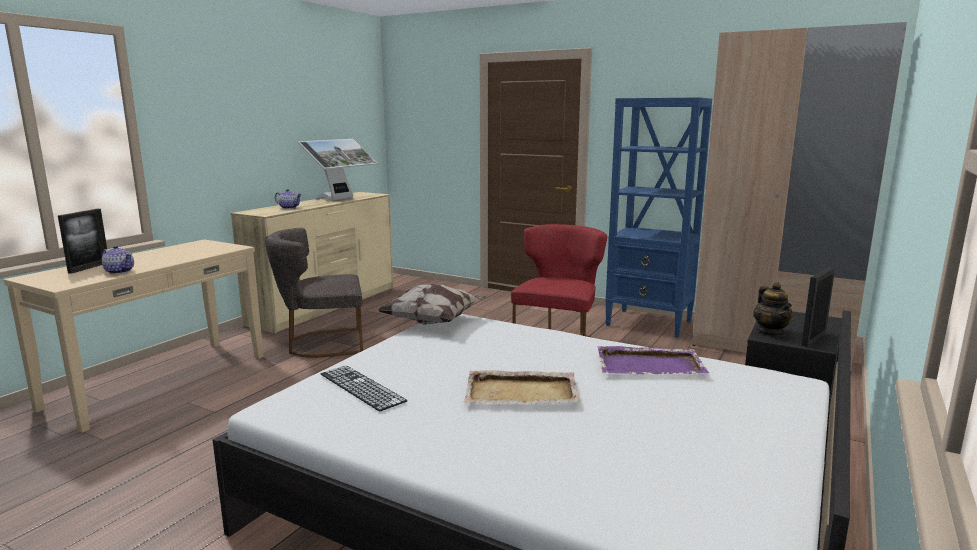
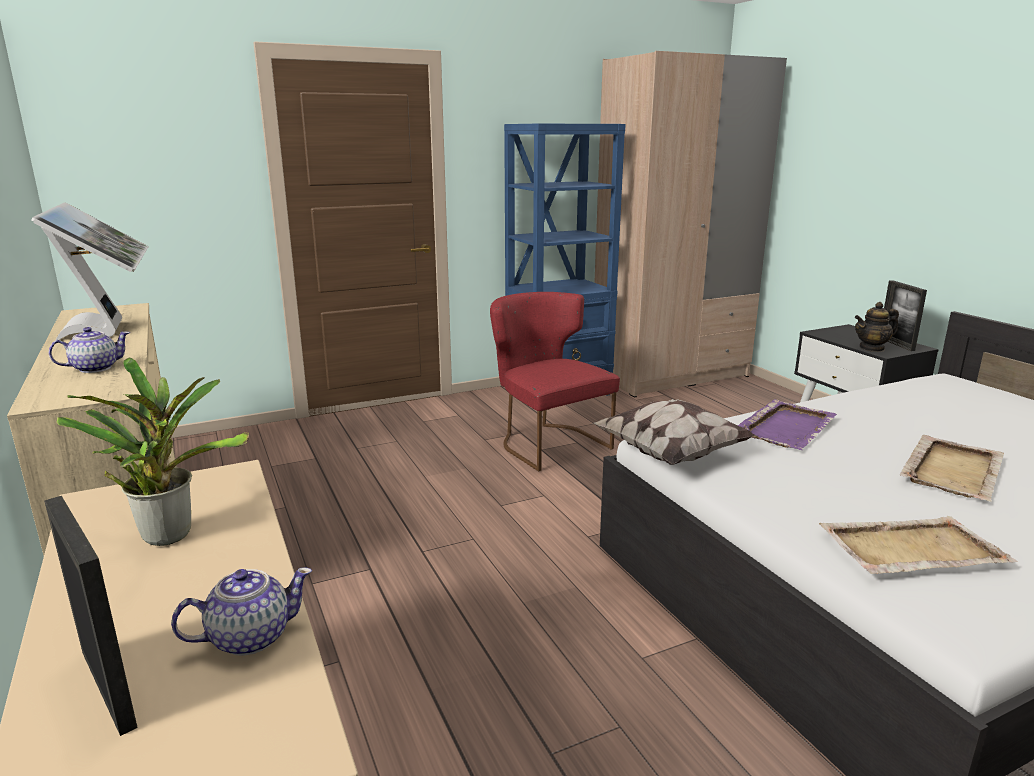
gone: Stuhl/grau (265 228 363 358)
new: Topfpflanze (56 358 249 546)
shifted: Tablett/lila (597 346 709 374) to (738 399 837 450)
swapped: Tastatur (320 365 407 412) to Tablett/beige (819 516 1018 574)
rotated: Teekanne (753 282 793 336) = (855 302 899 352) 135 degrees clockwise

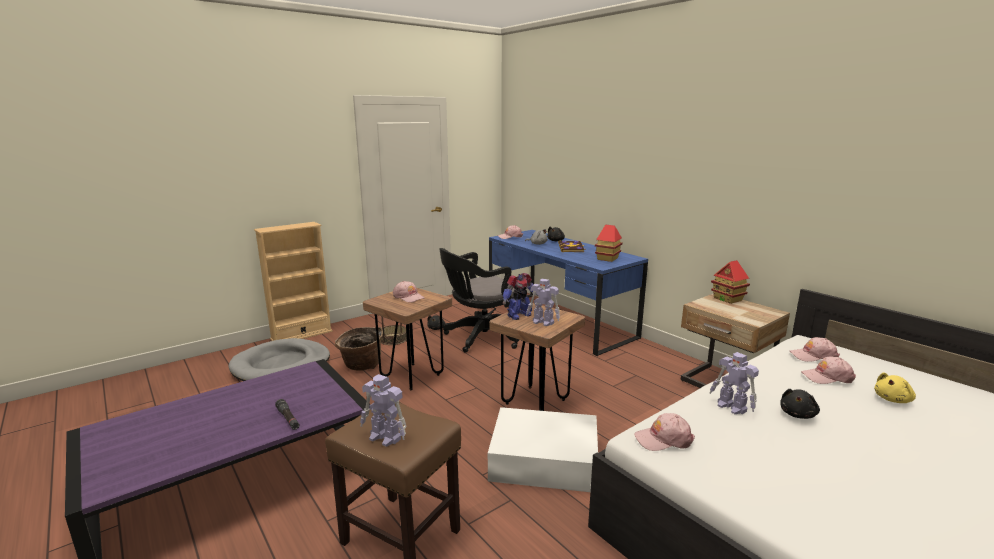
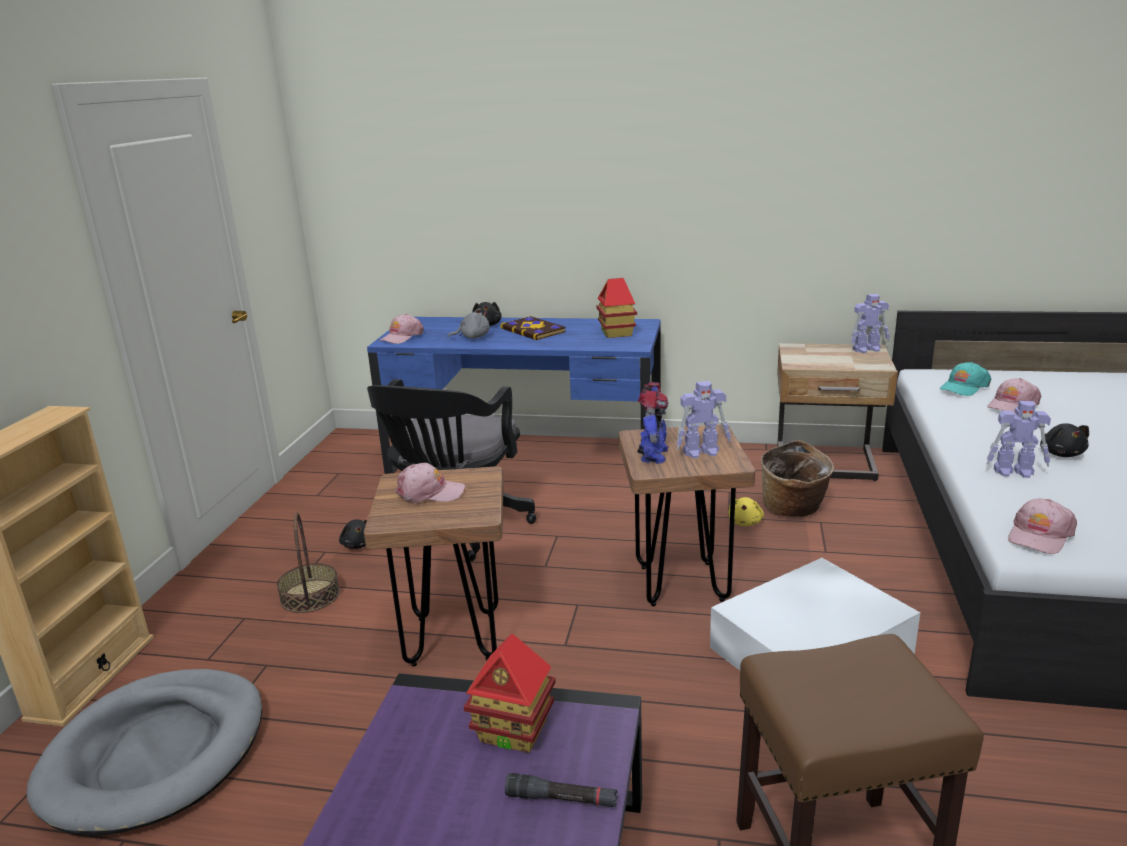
shifted: Spielzeughaus (711 260 750 304) to (464 634 556 753); Plüschtier/gelb (874 372 916 403) to (728 497 764 526); Korb (335 327 383 370) to (761 440 834 517); Spielzeugroboter (360 374 407 447) to (850 294 890 353)
repainted: Kappe/rosa (790 337 840 362) to Kappe/türkis (940 362 991 396)

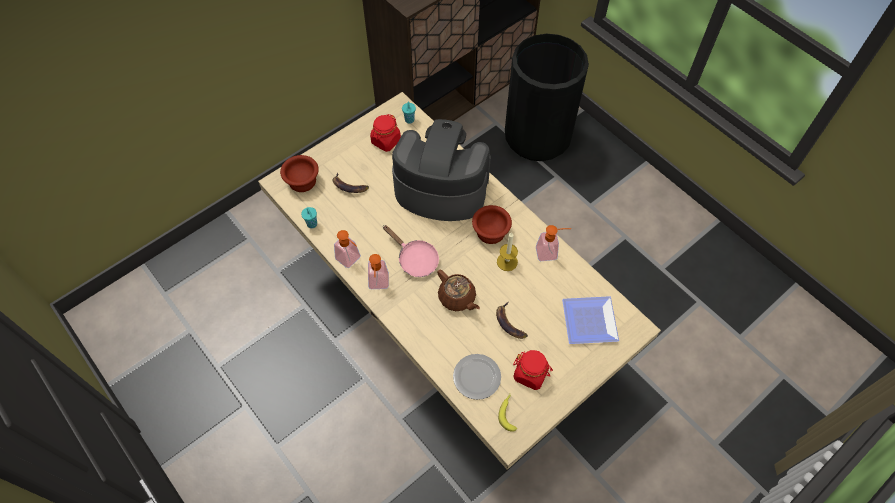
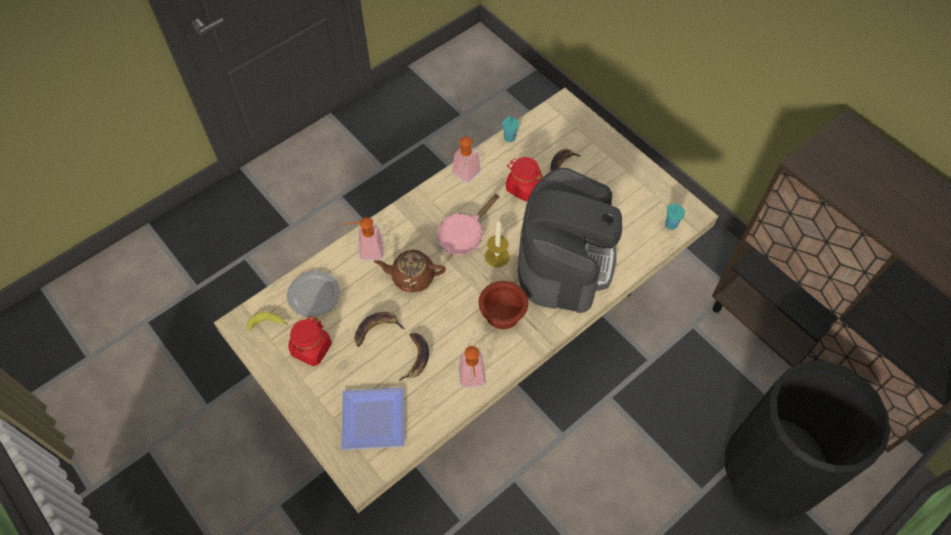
gone: Schüssel/braun (280 155 319 192)
new: Banane (399 333 429 380)
shifted: Seifenspender (368 254 389 289) to (343 217 384 260); Kerze (497 232 518 271) to (485 220 510 267); Vorratsglas/rot (370 114 401 152) to (506 157 543 202)
rotated: Teekanne/braun (437 270 480 311) = (374 250 446 292) 45 degrees clockwise

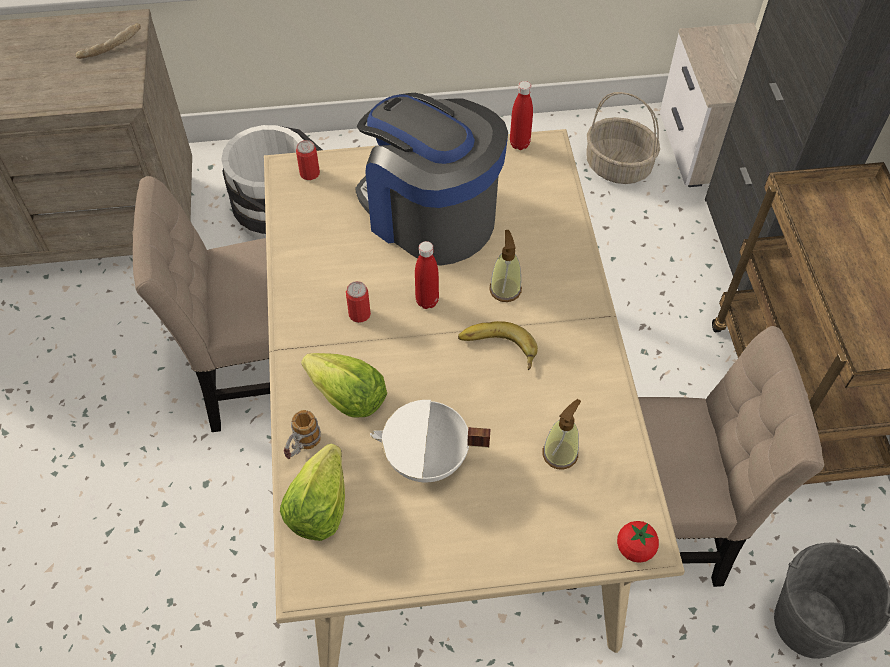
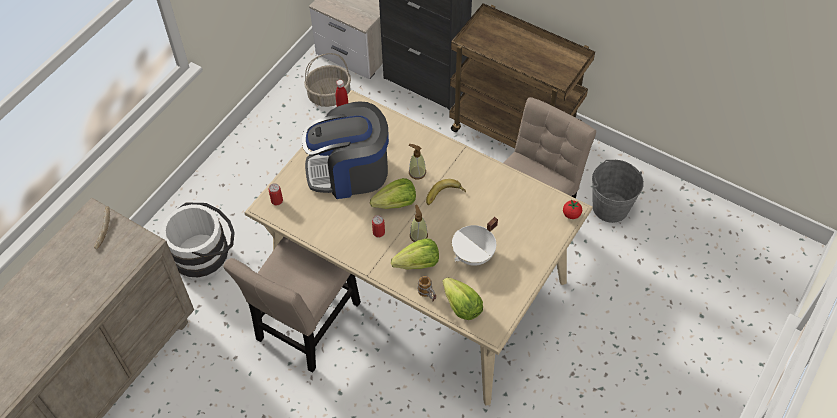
shifted: Seifenspender (543 399 581 470) to (410 205 428 242)
swapped: Flasche/rot (415 241 439 309) to Salatkopf (370 178 416 209)

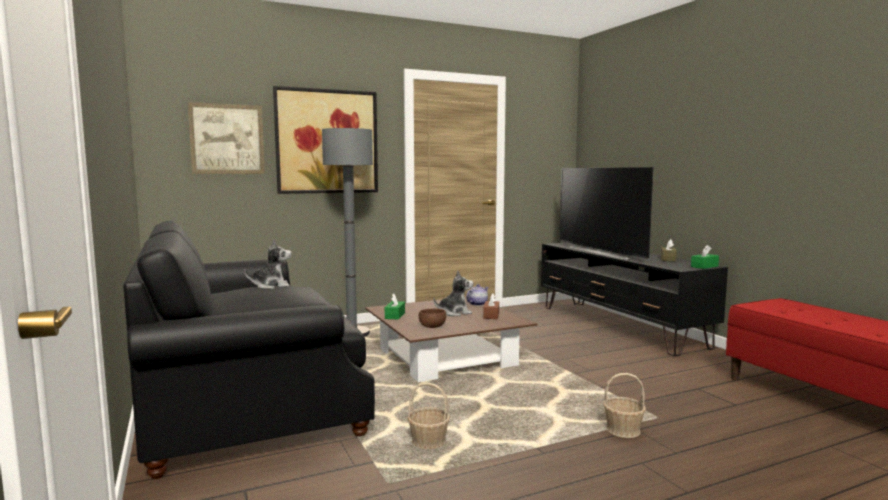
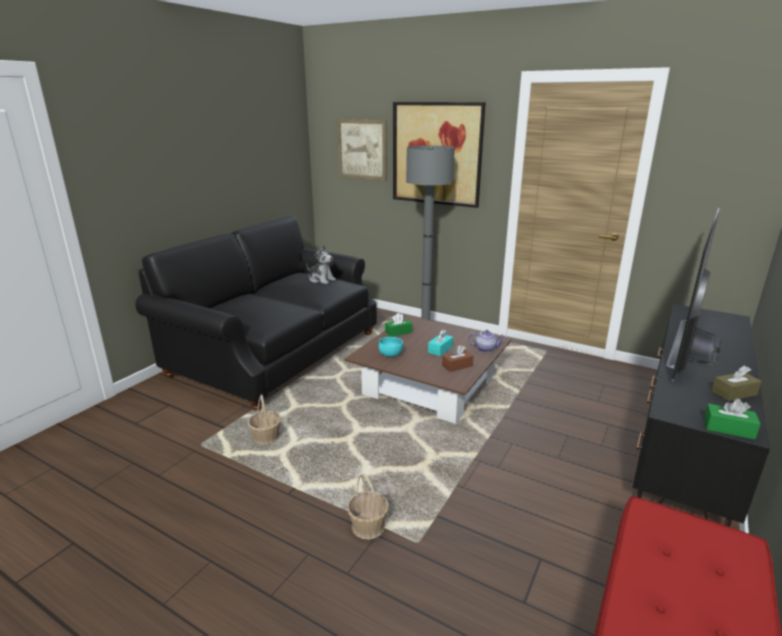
swapped: Plüschtier (434 271 473 316) to Taschentuchbox/türkis (428 330 453 356)
repainted: Schüssel/braun (419 309 446 328) to Schüssel/türkis (379 337 403 357)

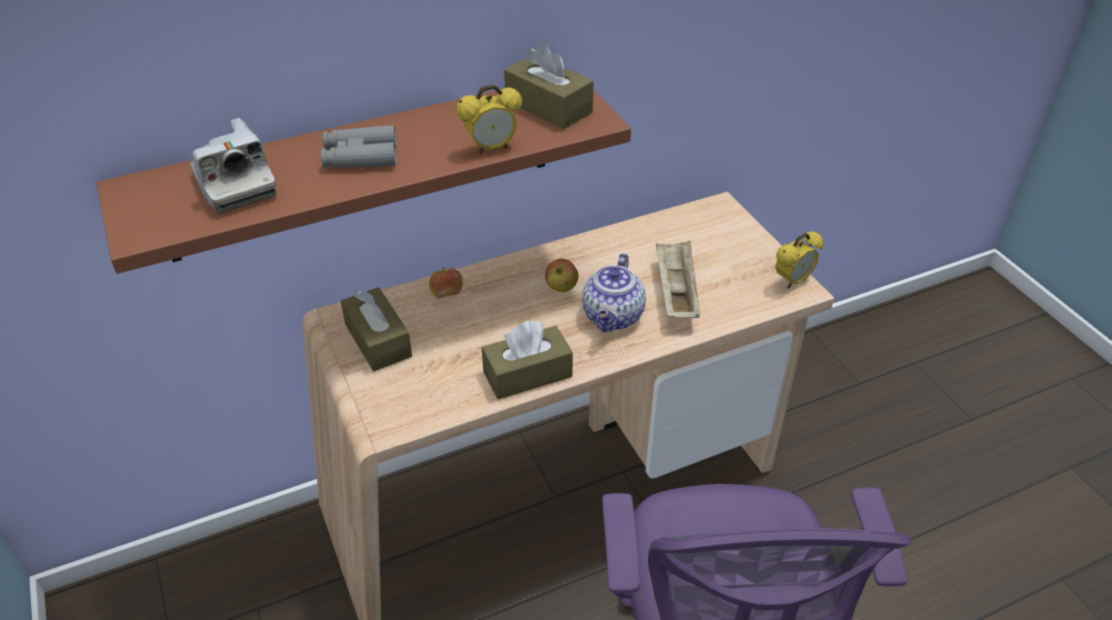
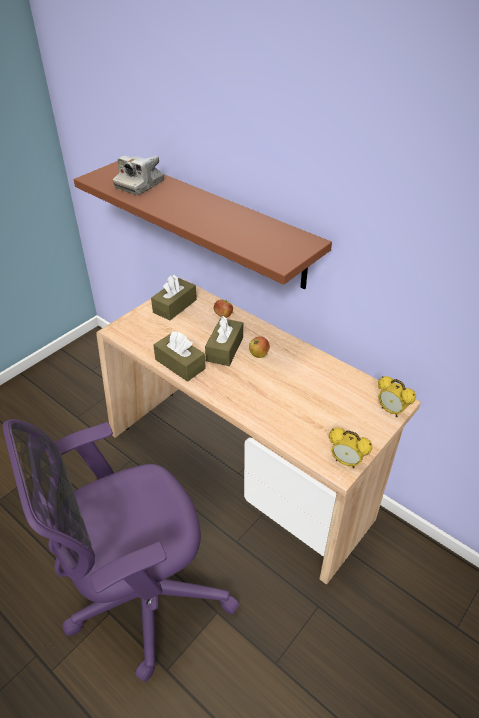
gone: Fernglas/grau (321 125 396 168); Teekanne (582 253 646 333); Tablett/beige (656 241 700 318)
shifted: Taschentuchbox/braun (504 43 594 129) to (205 316 243 366); Wecker (456 84 522 154) to (378 376 416 417)

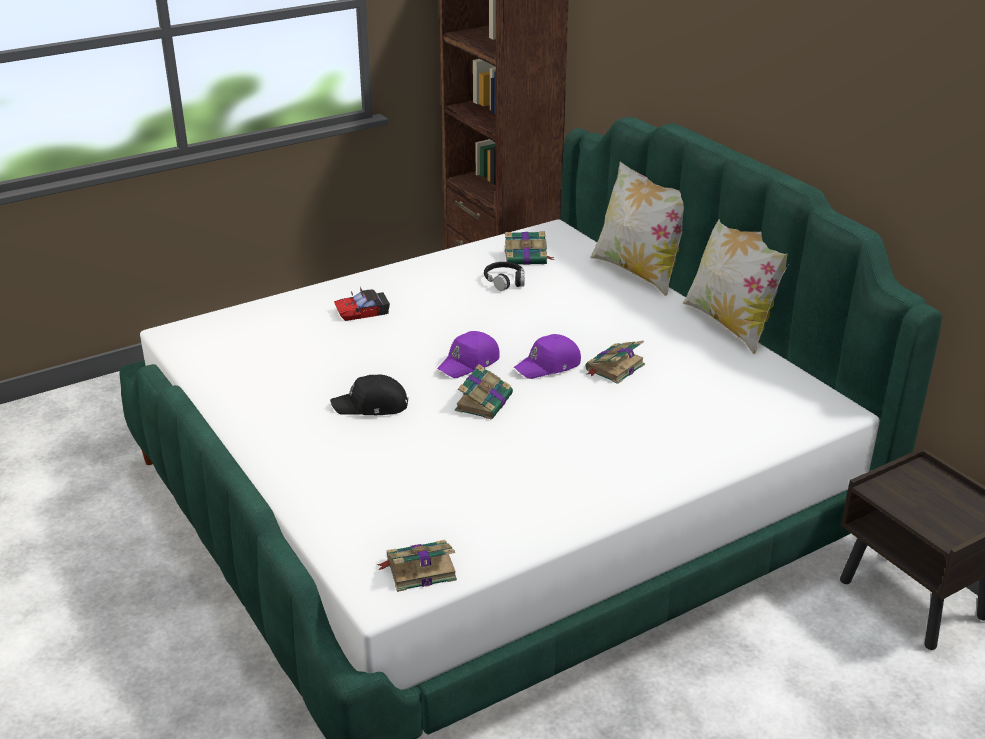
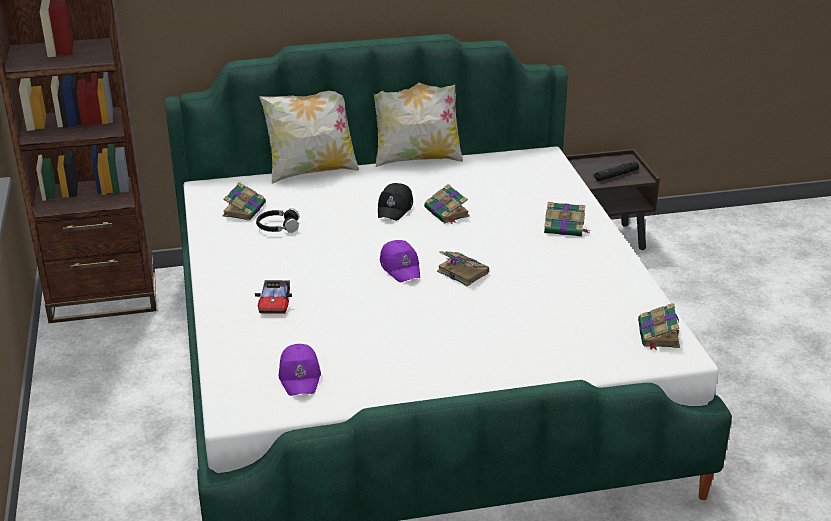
new: Buch (544 202 590 237); Taschenlampe/schwarz (593 161 639 182)
shifted: Kappe/lila (514 334 581 379) to (279 344 321 396); Kappe/schwarz (330 375 408 415) to (378 183 413 221)

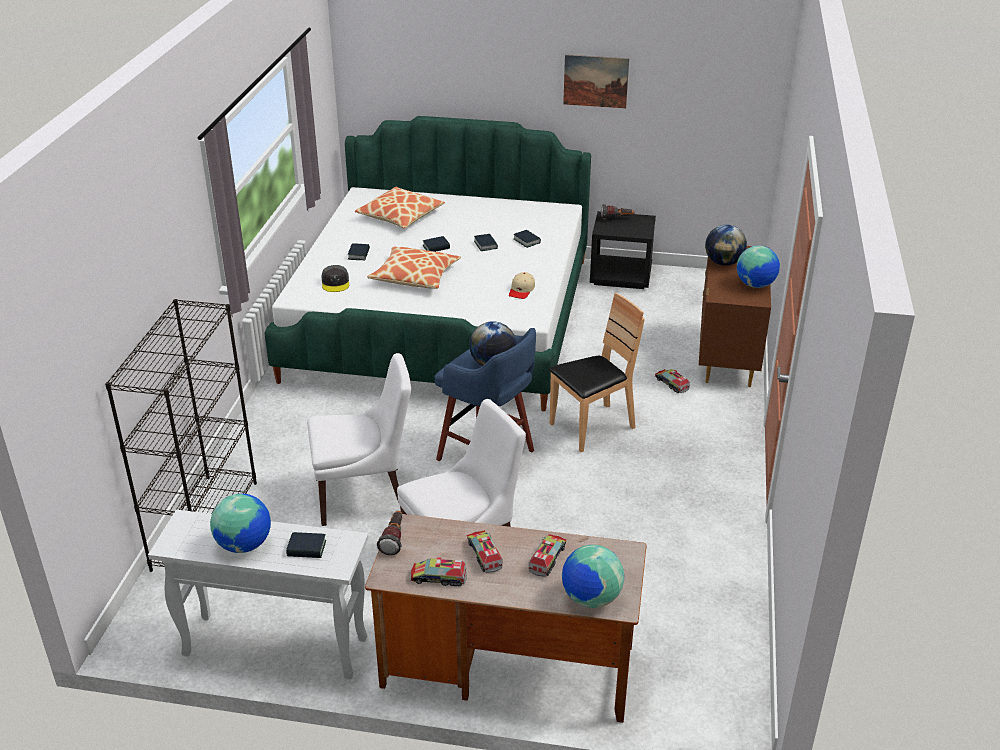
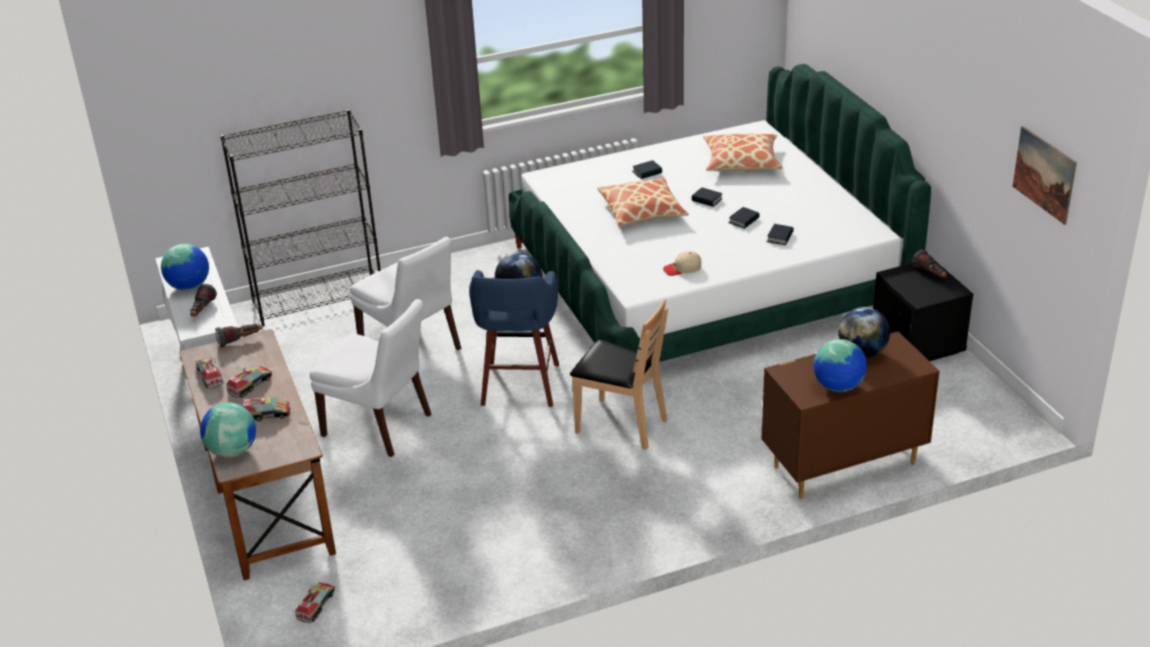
gone: Kappe/grau (322 265 349 292)
shifted: Spielzeuglaster (655 369 690 393) to (295 582 335 623); Bild (563 55 629 108) to (1013 126 1077 225)
swapped: Buch (286 532 326 558) to Taschenlampe (190 284 217 317)

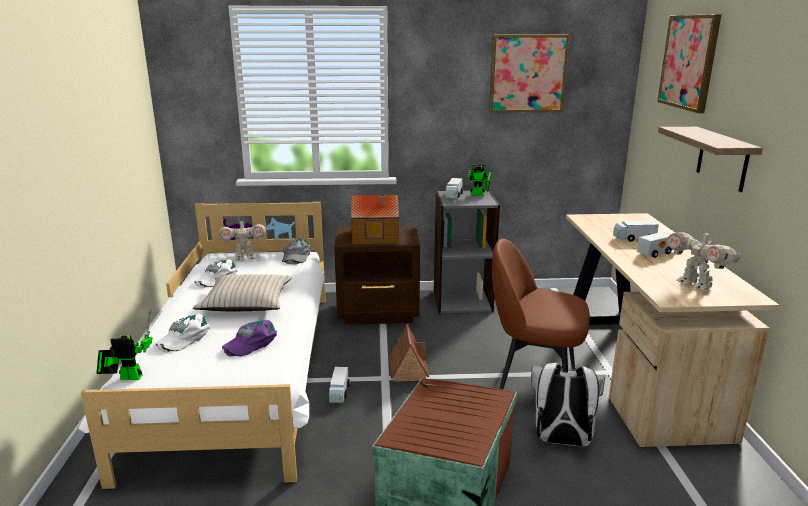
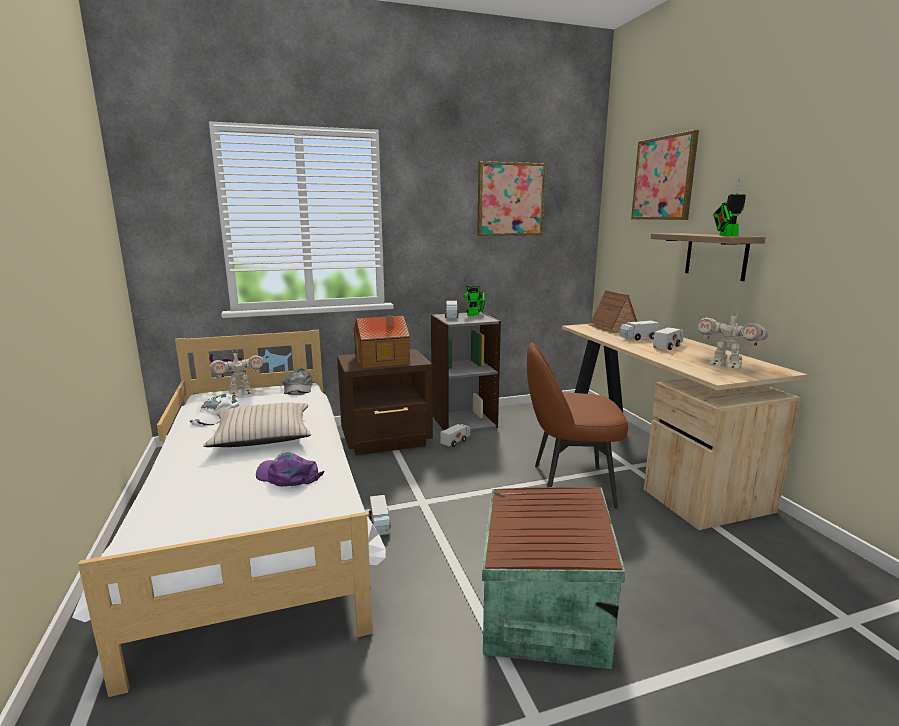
gone: Kappe/weiß (155 314 210 352); Rucksack/weiß (531 363 605 447)
new: Spielzeuglaster (441 424 471 447)
shifted: Spielzeughaus (389 324 429 382) to (588 290 637 333); Spielzeugroboter (96 309 152 380) to (713 178 746 236)
rotated: Kappe/lila (222 320 277 357) = (256 452 324 487) 90 degrees clockwise

